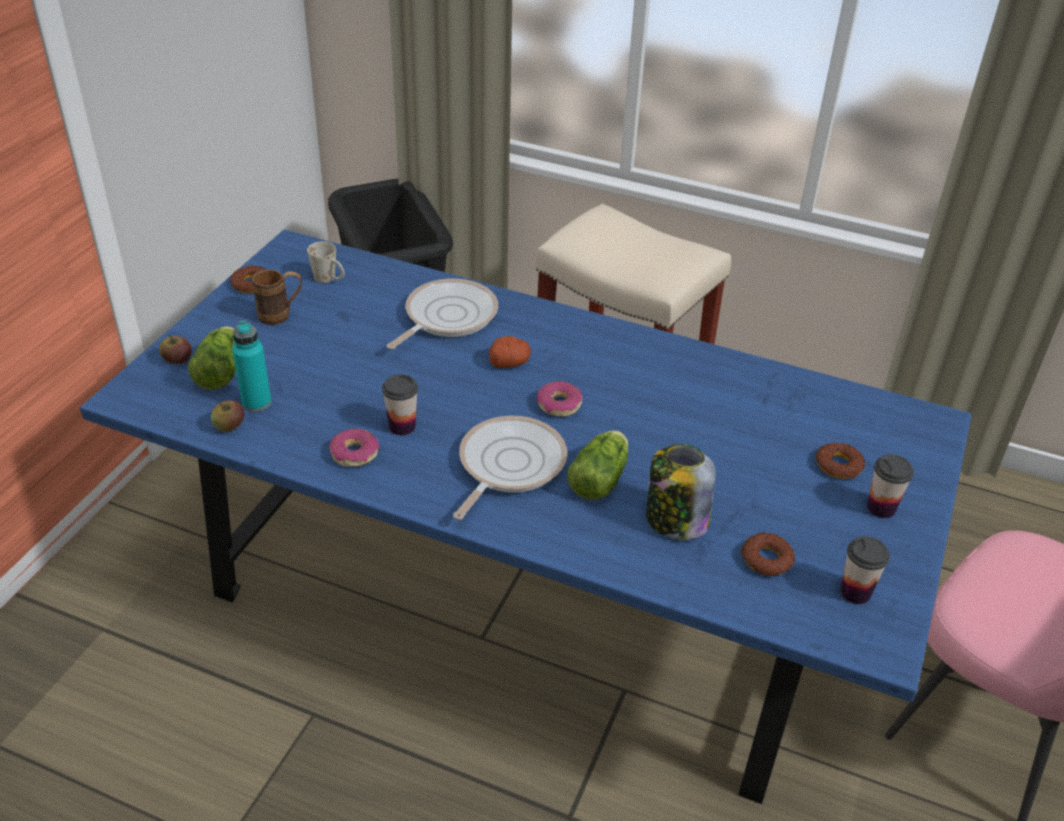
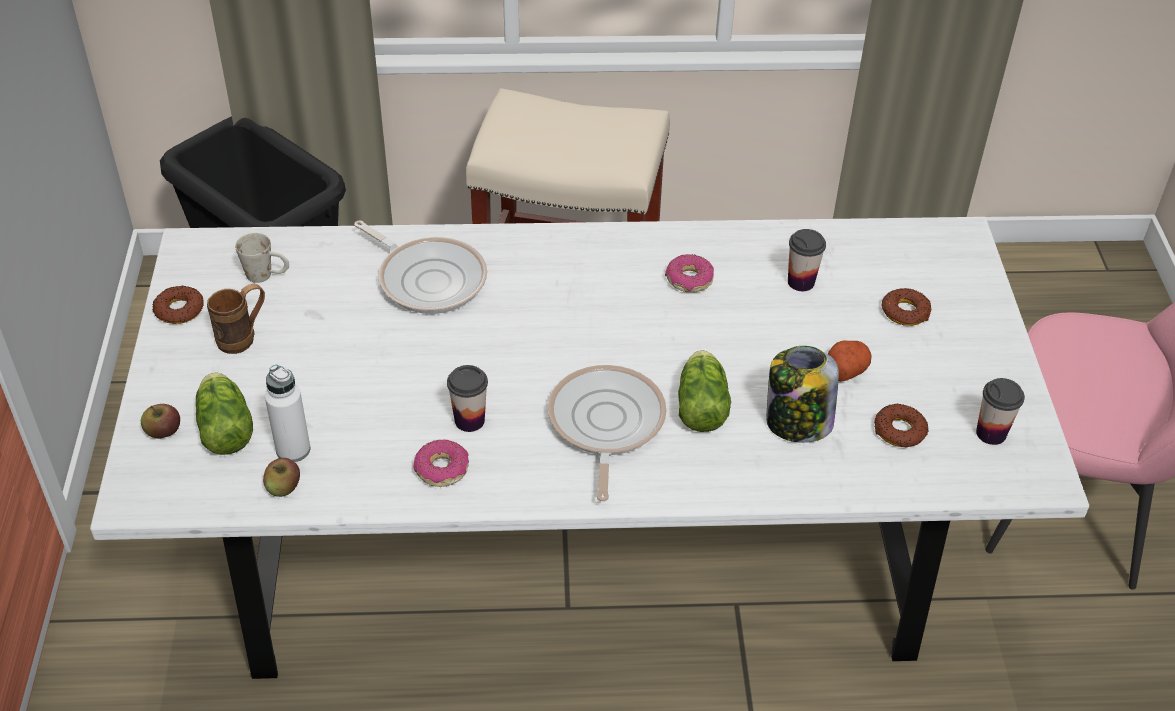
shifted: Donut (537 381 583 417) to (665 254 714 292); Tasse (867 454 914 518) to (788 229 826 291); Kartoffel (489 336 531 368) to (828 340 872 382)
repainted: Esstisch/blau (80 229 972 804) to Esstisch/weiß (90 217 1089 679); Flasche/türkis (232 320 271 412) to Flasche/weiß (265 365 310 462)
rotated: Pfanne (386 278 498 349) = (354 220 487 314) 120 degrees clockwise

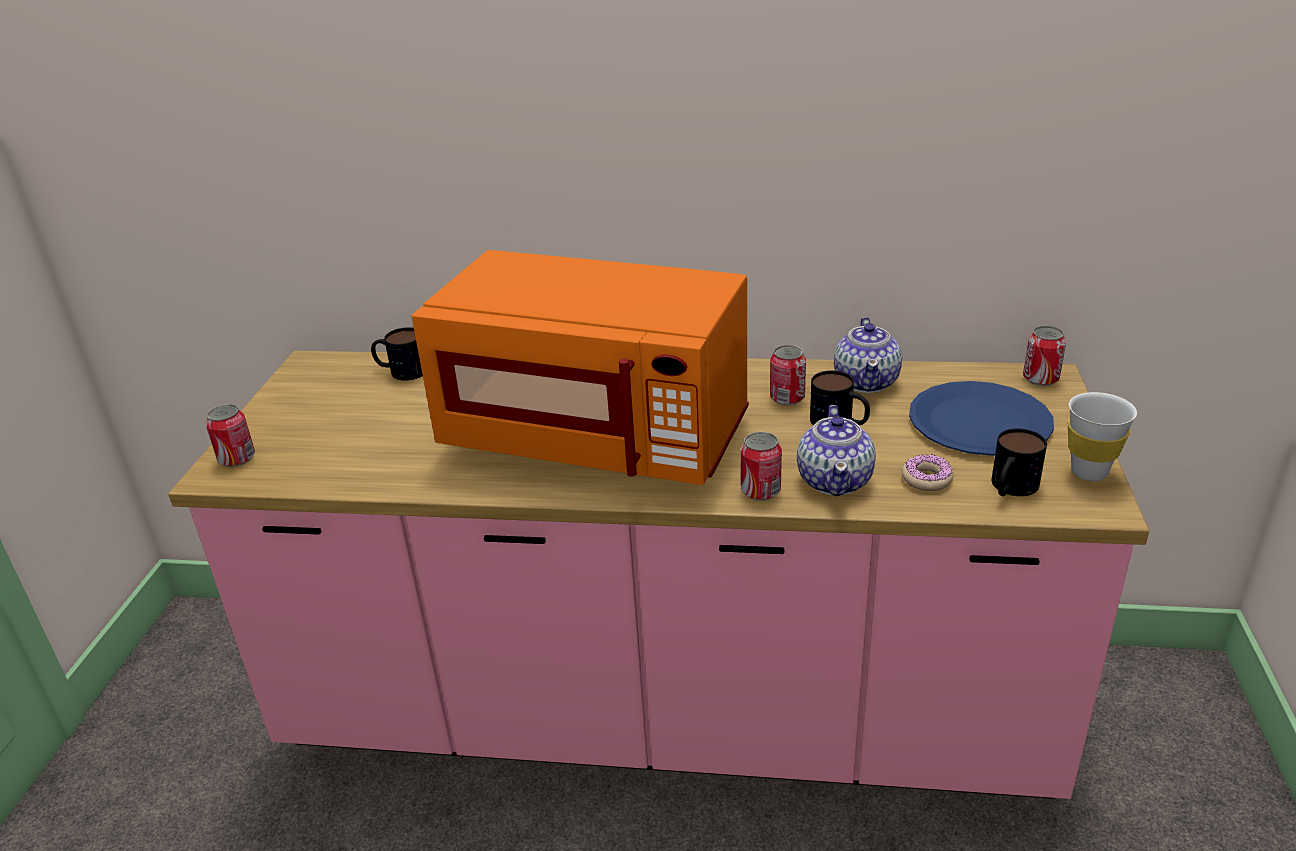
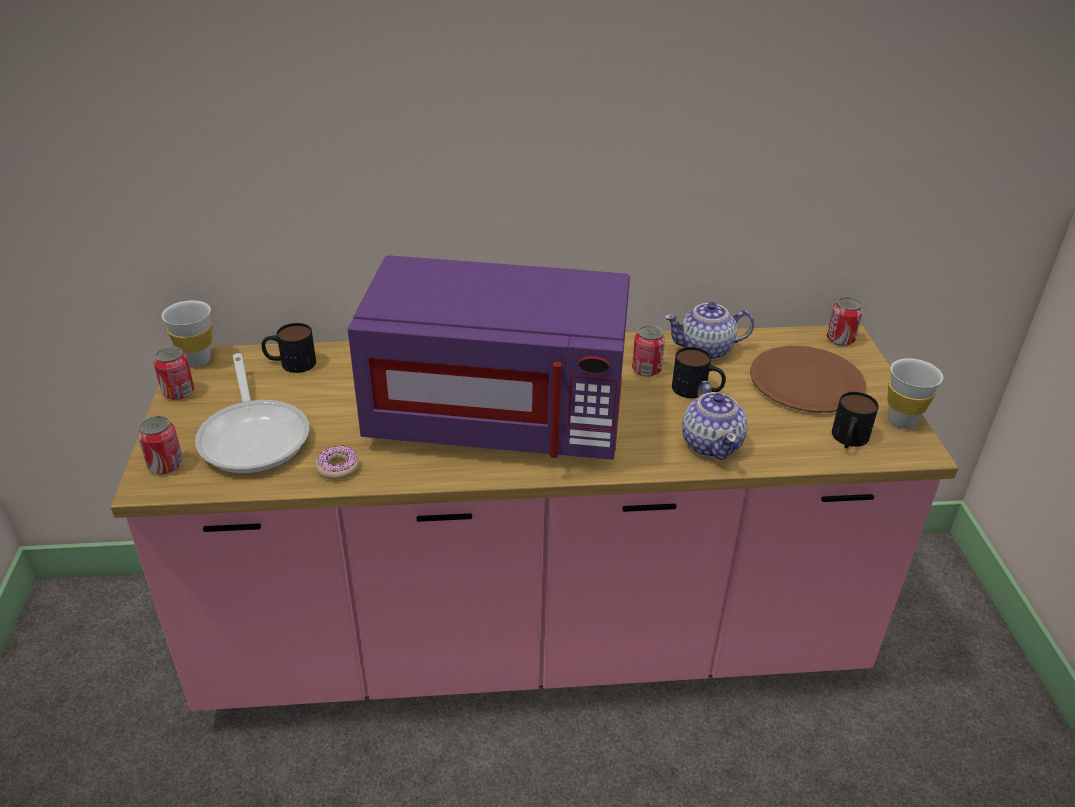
new: Tasse/weiß (162 300 212 367); Pfanne (195 353 309 474)
shifted: Dose (740 432 782 501) to (154 346 194 400); Donut (901 454 953 491) to (315 446 359 480)
repainted: Mikrowelle/orange (411 250 749 485) to Mikrowelle/lila (348 255 630 460); Teller/blau (909 381 1054 456) to Teller/braun (750 346 866 413)
rotated: Teekanne (834 317 902 393) = (664 302 754 360) 90 degrees clockwise

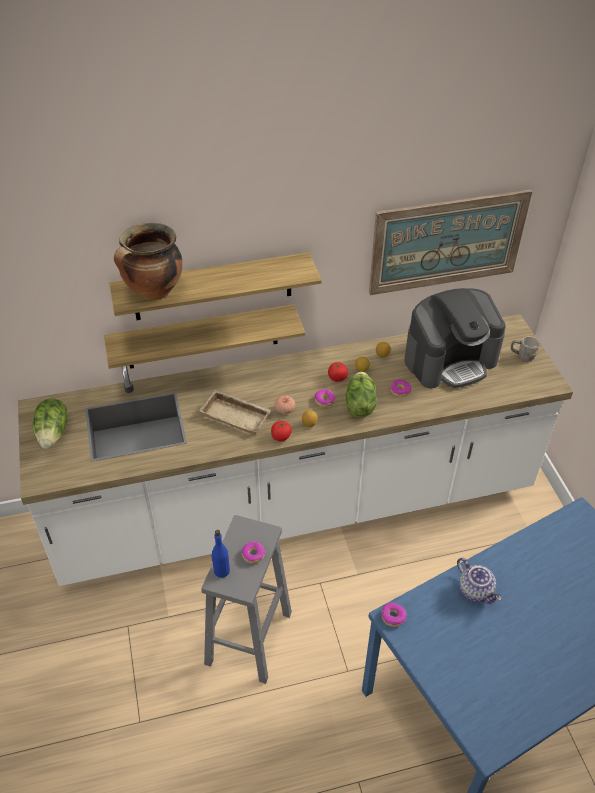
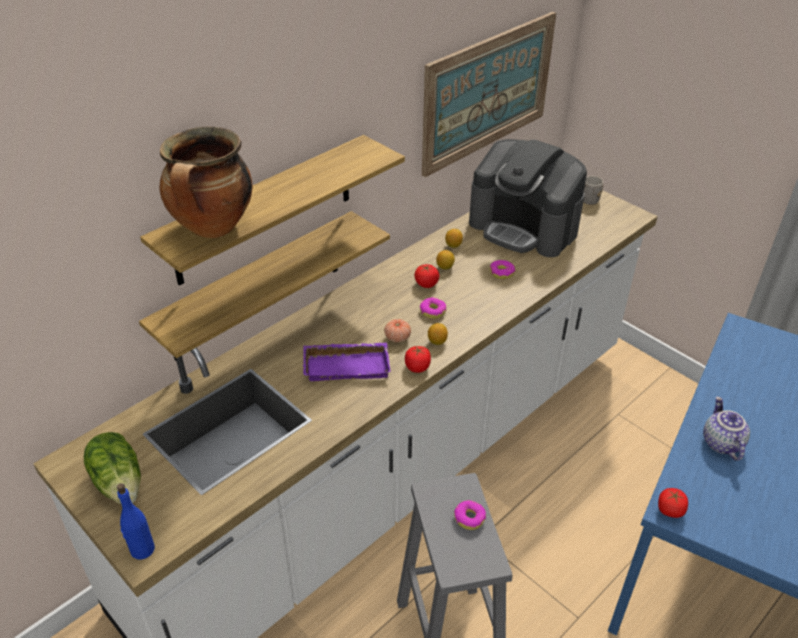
gone: Salatkopf (346 371 377 417)
shifted: Flasche/blau (211 530 230 578) to (117 483 155 560)
swapped: Donut (381 603 406 627) to Tomate (658 488 688 518)
repainted: Tablett/beige (199 390 271 435) to Tablett/lila (303 343 391 381)
rotated: Kaffeemaschine (404 288 505 388) = (469 139 587 257) 90 degrees clockwise; Teekanne (457 558 502 604) = (703 396 750 461) 120 degrees counterclockwise

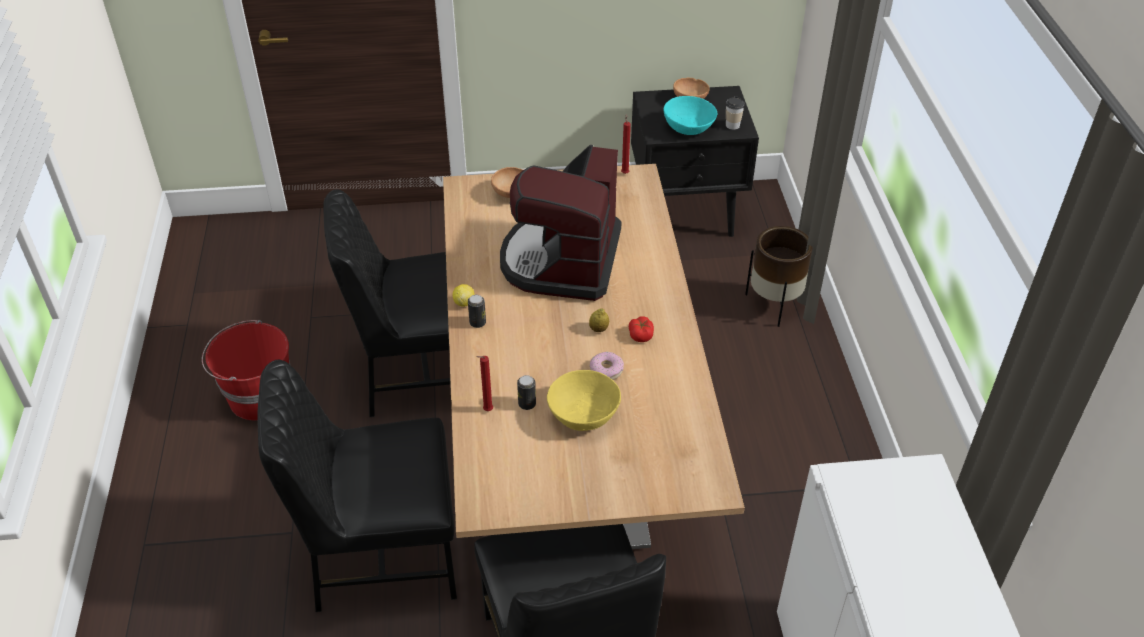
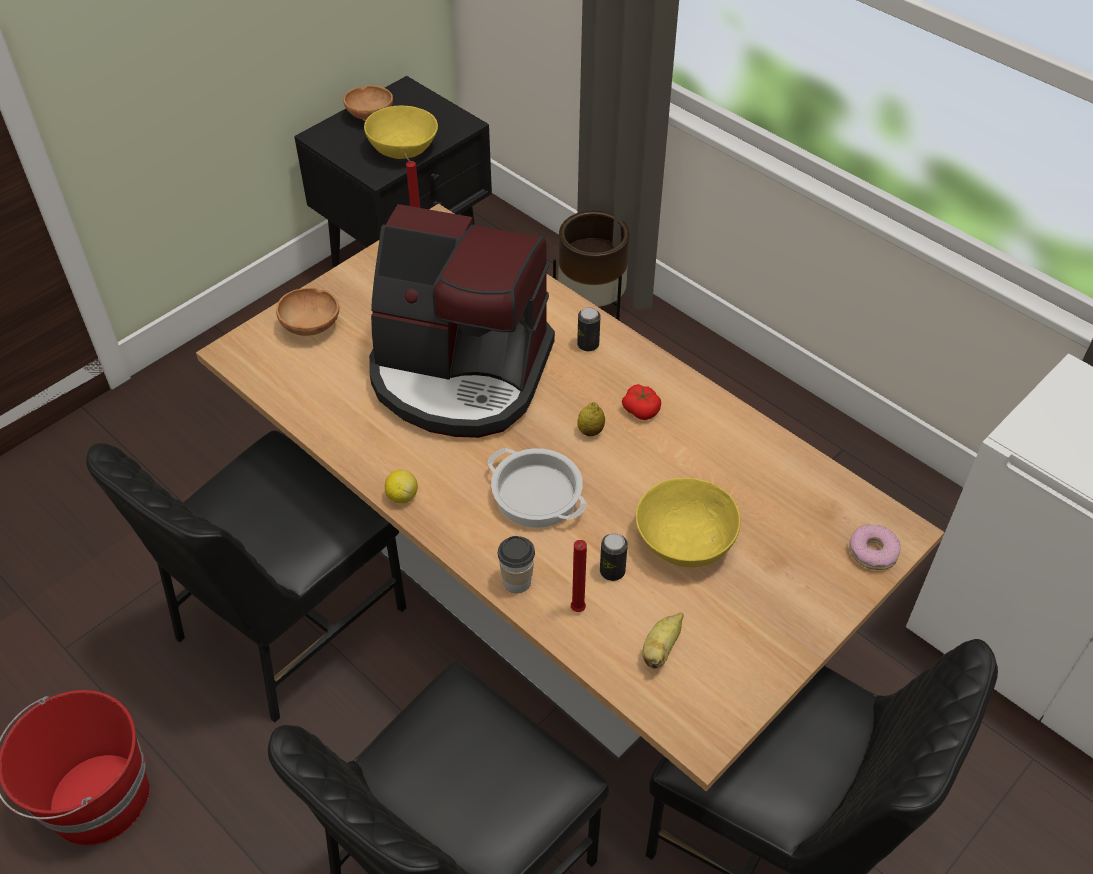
new: Kochtopf (487 448 587 528); Banane (642 613 684 669)
shifted: Tasse (726 96 745 130) to (498 536 535 593); Dose (468 295 486 328) to (577 307 601 351); Donut (590 352 624 380) to (849 525 901 570)
repainted: Schüssel/türkis (664 96 717 135) to Schüssel/gelb (364 106 438 159)
rotated: Kaffeemaschine (500 145 622 301) = (369 204 555 438) 45 degrees counterclockwise

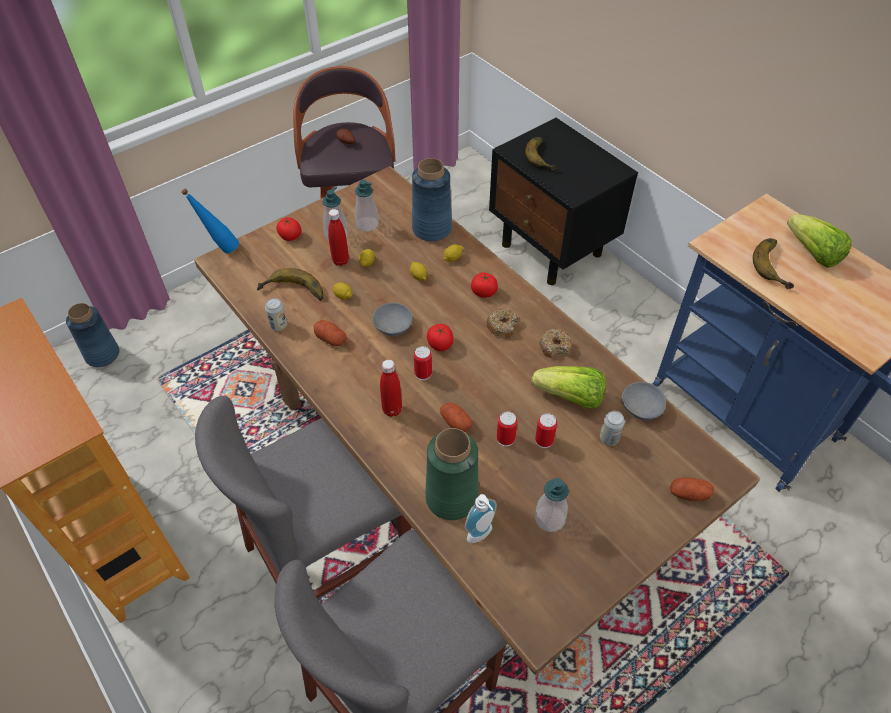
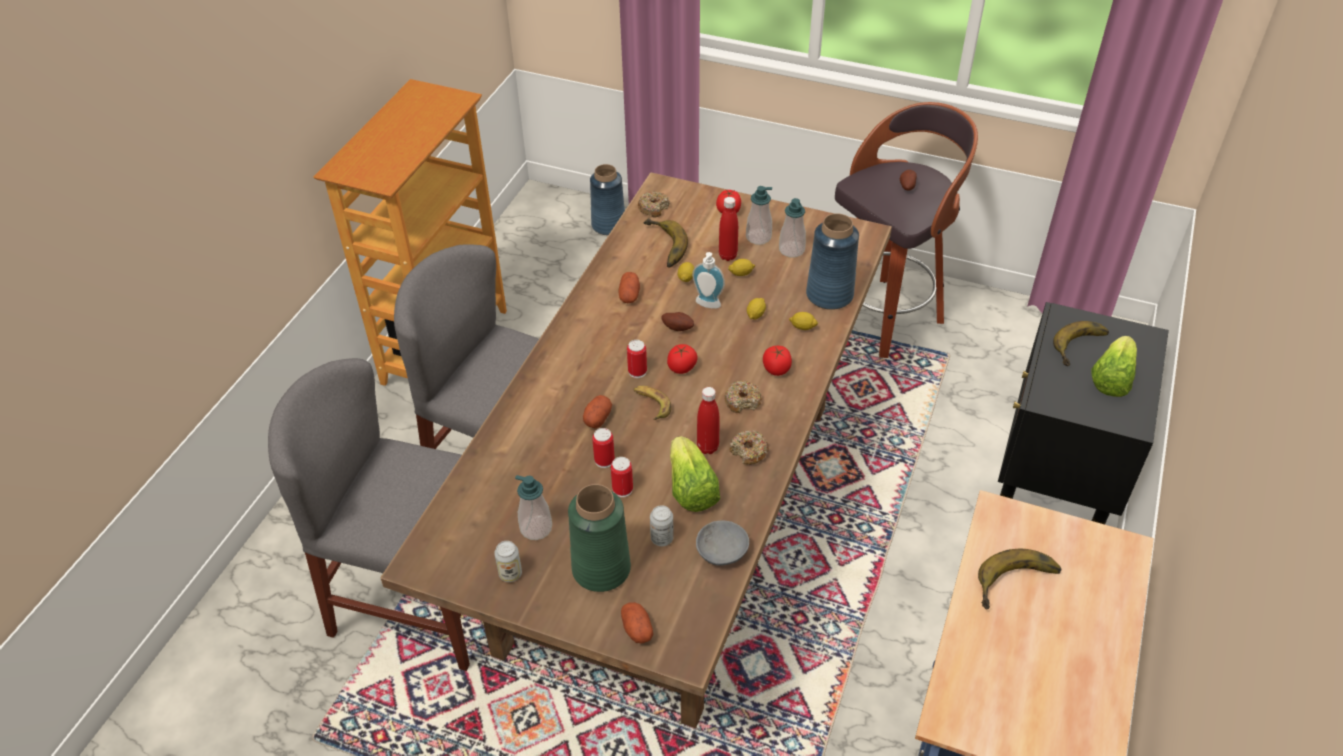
gone: Flasche/blau (181 189 239 253)
new: Banane (633 386 672 420); Donut (638 191 670 217)
shifted: Dose (265 298 287 331) to (494 541 522 582); Vase/grün (425 428 479 520) to (568 484 631 592); Seifenspender (465 494 497 543) to (692 252 725 308); Flasche/rot (380 360 402 417) to (697 387 720 454); Salatkopf (787 214 851 268) to (1091 336 1137 397)
swapped: Schüssel/grau (372 303 412 336) to Kartoffel (661 312 694 331)

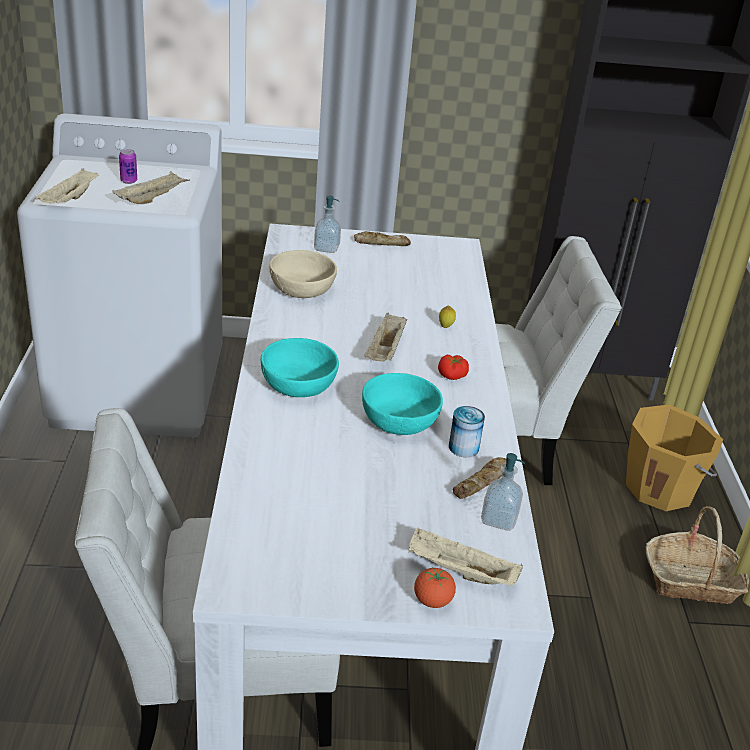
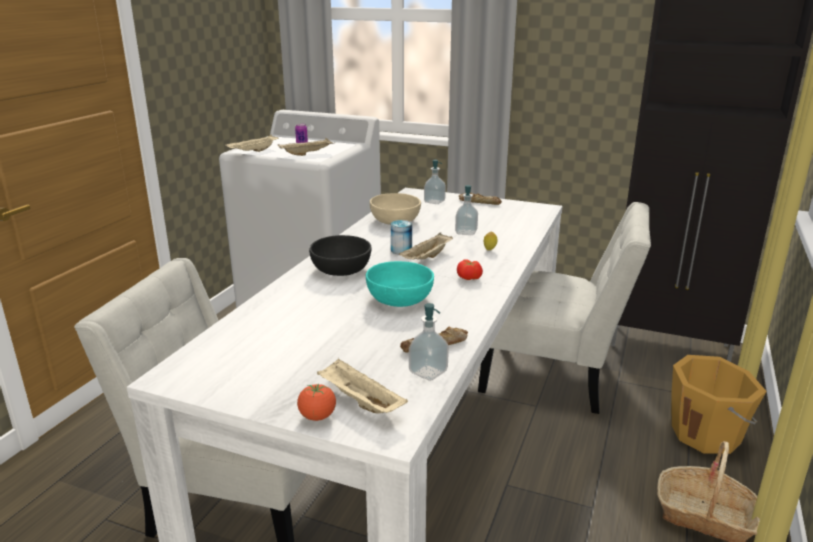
new: Seifenspender (455 185 478 235)
shifted: Dose (449 406 485 457) to (391 220 412 254)
repainted: Schüssel/türkis (261 338 339 397) to Schüssel/schwarz (309 235 372 276)

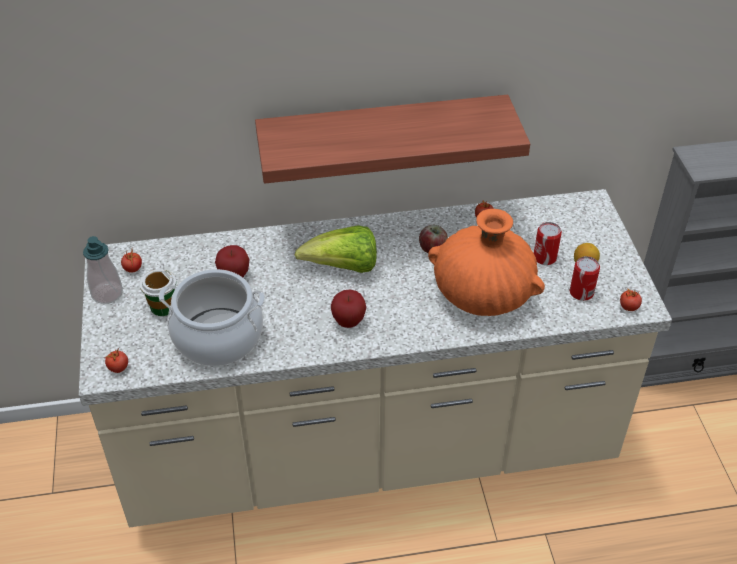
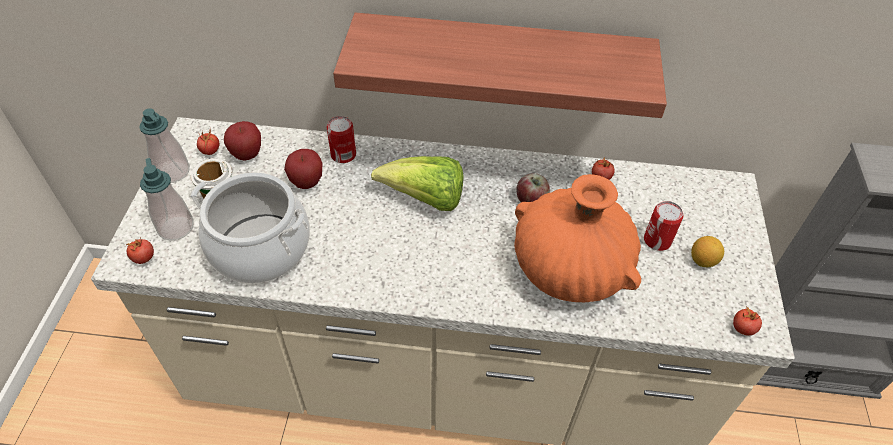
new: Seifenspender (140 158 194 241)
shifted: Apfel (331 290 366 328) to (224 121 261 161); Dose (570 256 600 301) to (327 116 356 163)

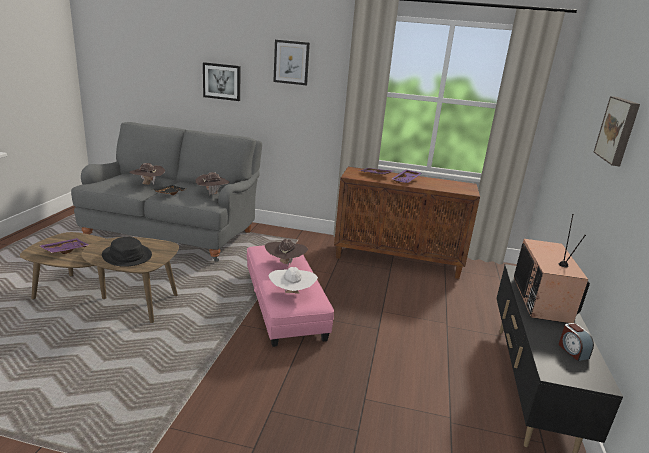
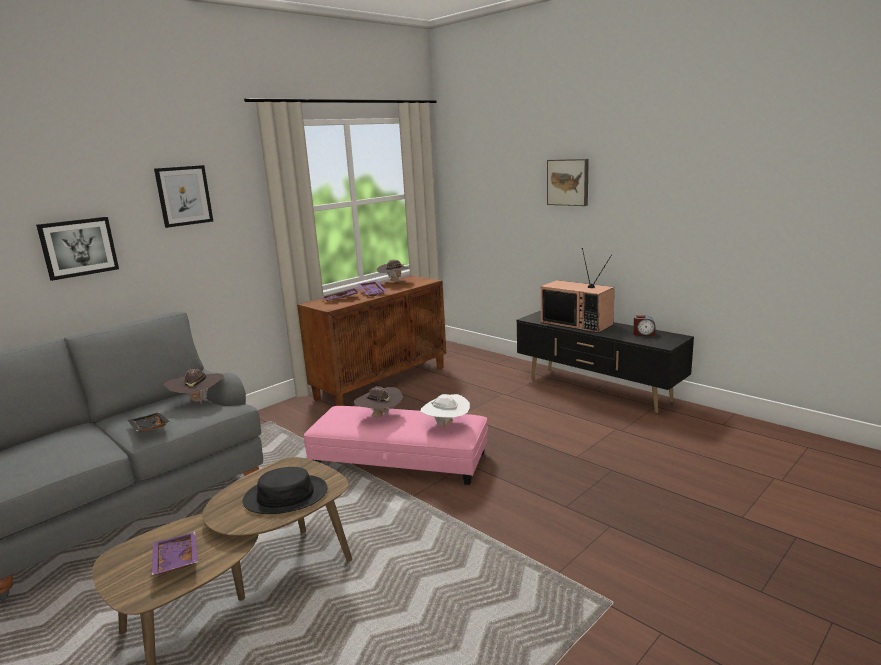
shifted: Hut/braun (129 163 165 185) to (377 260 411 282)

